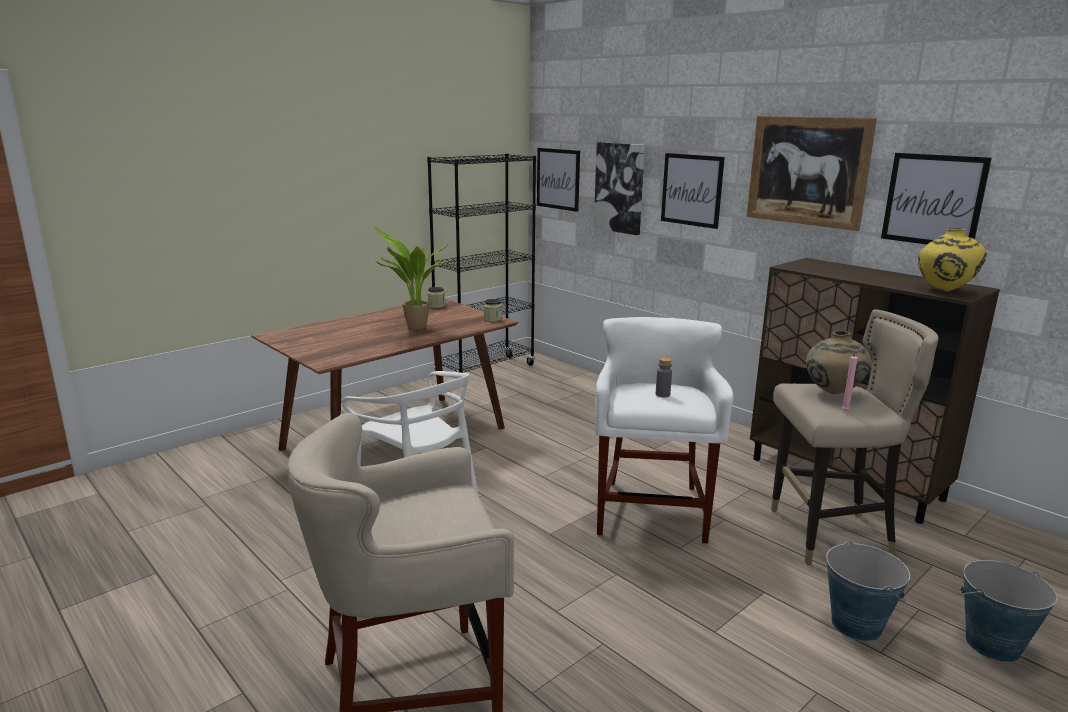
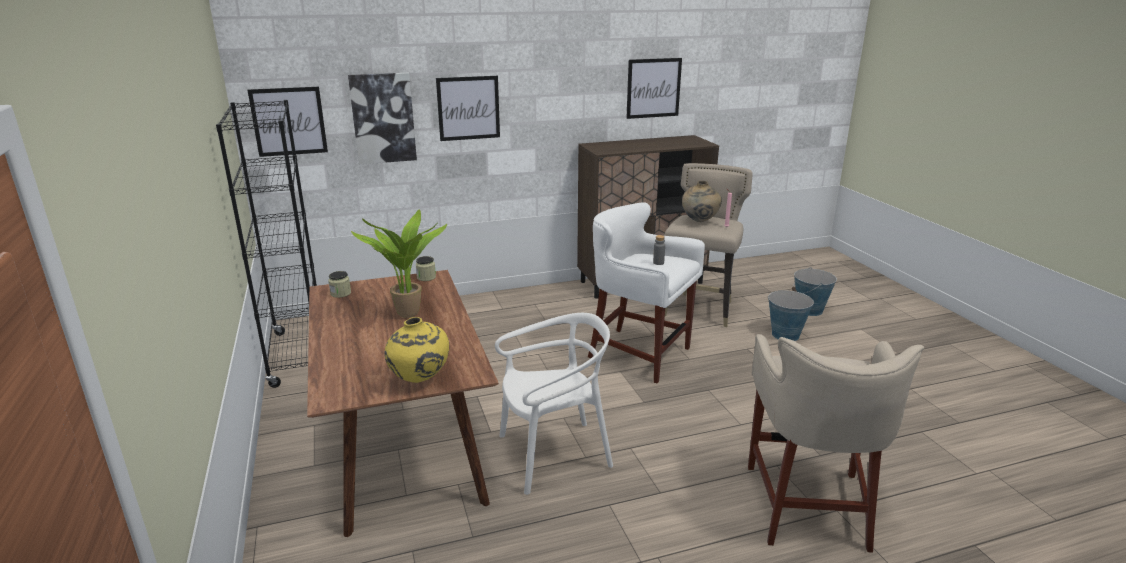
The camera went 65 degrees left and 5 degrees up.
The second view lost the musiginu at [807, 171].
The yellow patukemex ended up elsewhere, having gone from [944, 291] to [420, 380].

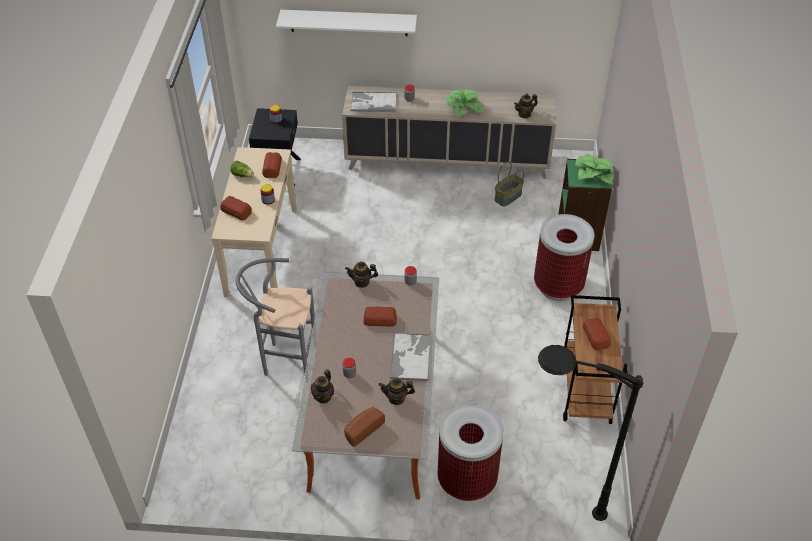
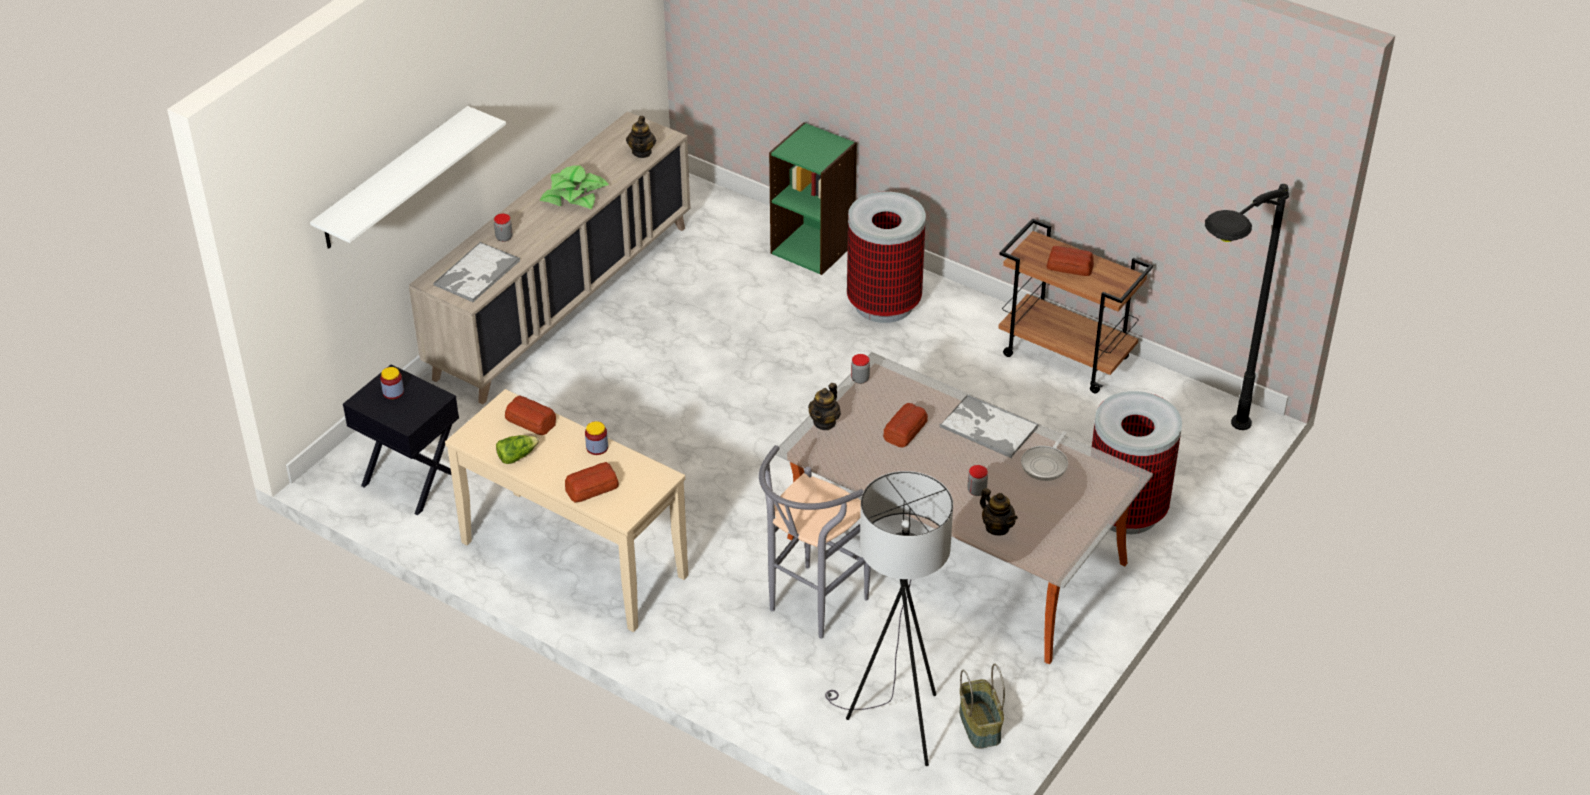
The camera went 60 degrees left and 5 degrees down.
The second view lost the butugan at [594, 172].
The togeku ended up elsewhere, having gone from [508, 197] to [980, 725].
Where the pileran stood at [396, 398], the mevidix came to stand at [1045, 464].
The second view lost the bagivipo at [362, 429].
The second view gained the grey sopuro at [894, 726].

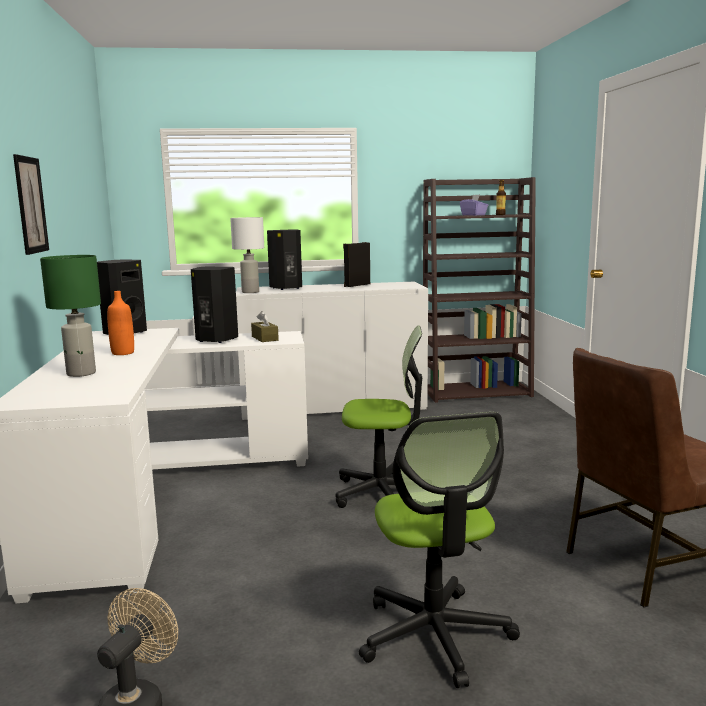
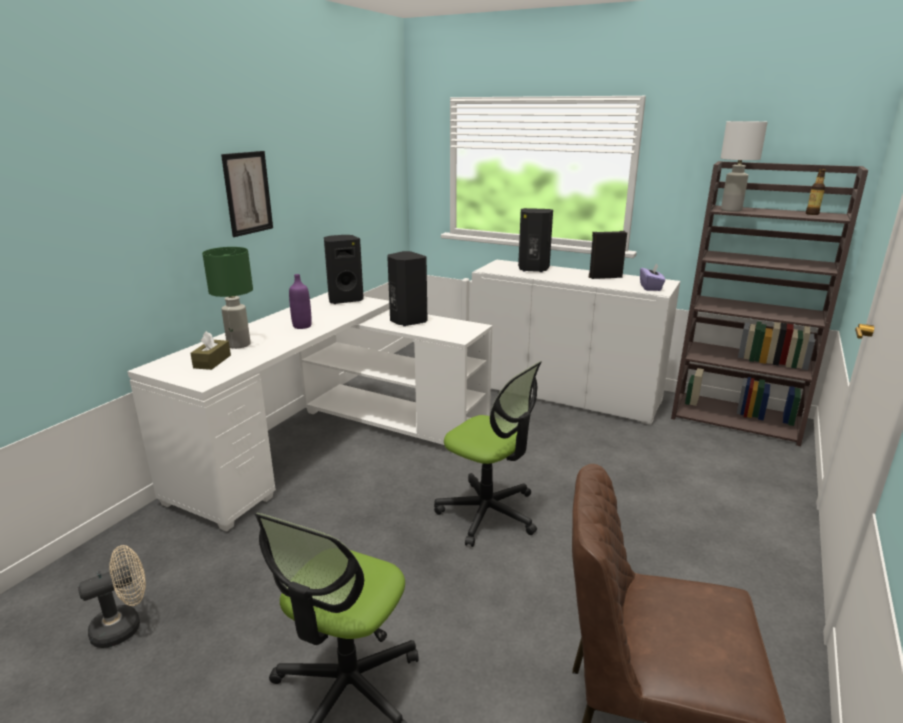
The camera went 35 degrees right and 10 degrees up.
The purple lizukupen ended up elsewhere, having gone from [473, 215] to [650, 287].
The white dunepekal ended up elsewhere, having gone from [250, 292] to [730, 210].
What was the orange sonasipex at [123, 353] turned into the purple sonasipex at [302, 326].
The brown lizukupen ended up elsewhere, having gone from [265, 338] to [212, 361].

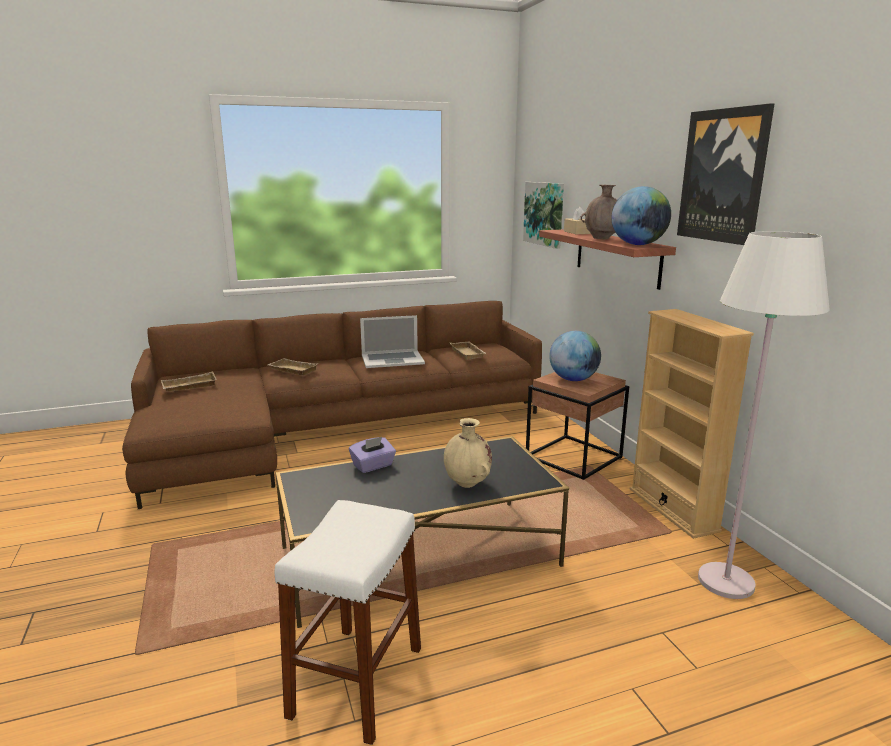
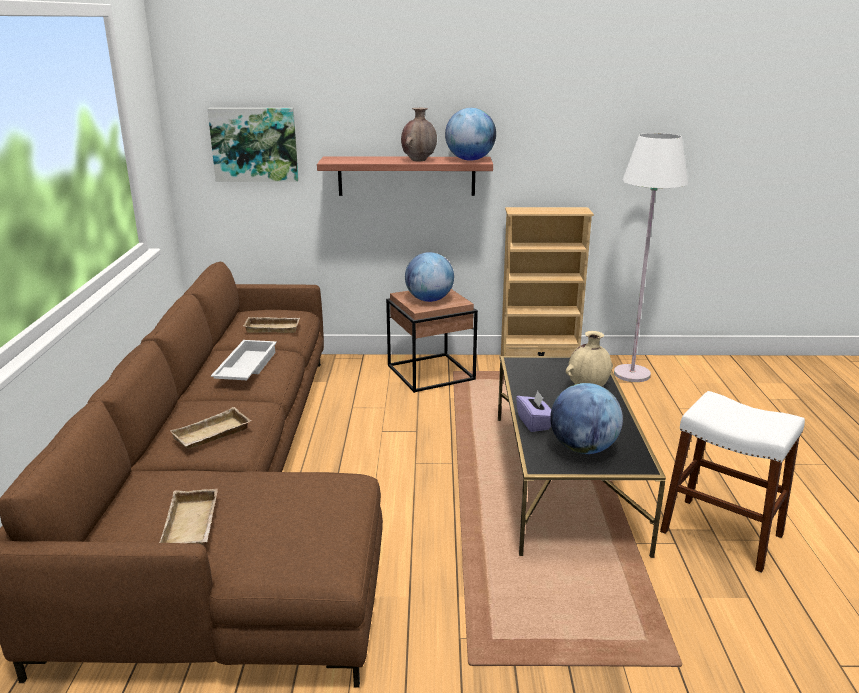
The camera went 70 degrees left and 5 degrees up.
The second view lost the musiginu at [723, 176].
The second view lost the beige lizukupen at [576, 232].
Where the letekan stood at [392, 359], the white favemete came to stand at [245, 368].
The second view gained the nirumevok at [583, 448].

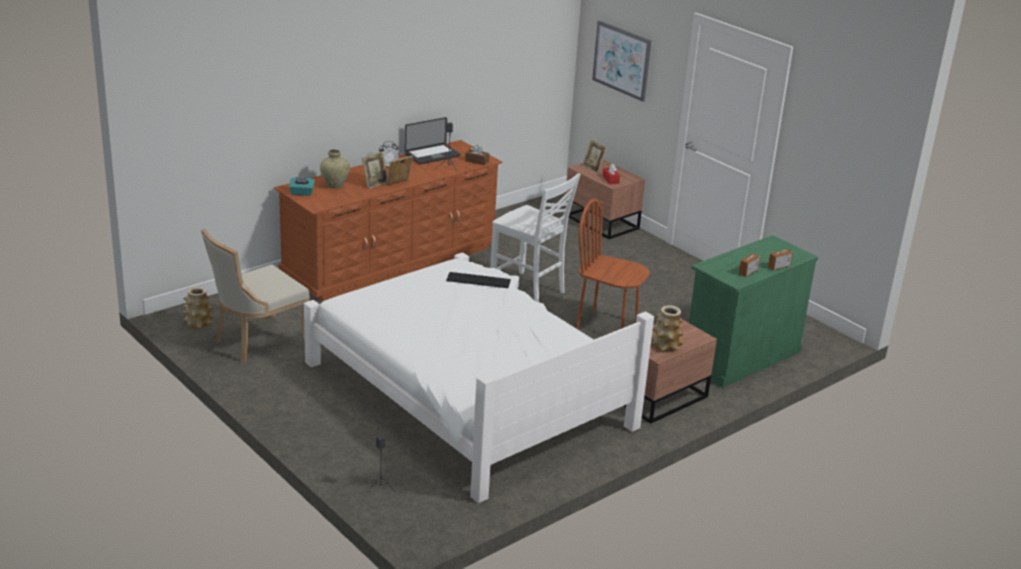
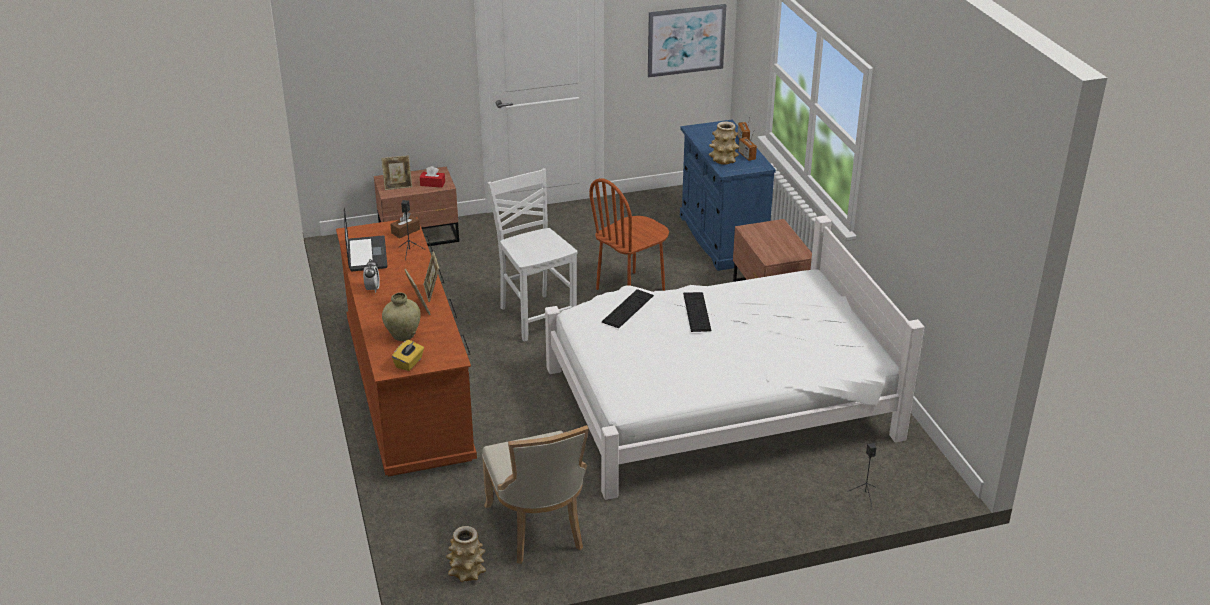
The camera went 65 degrees left and 5 degrees up.
The musiginu ended up elsewhere, having gone from [622, 60] to [686, 40].
The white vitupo at [528, 291] ended up facing another way, 90 degrees counterclockwise from before.
What was the turquoise lizukupen at [302, 193] turned into the yellow lizukupen at [409, 363].
What was the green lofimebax at [740, 357] turned into the blue lofimebax at [722, 239].
The patukemex ended up elsewhere, having gone from [665, 346] to [723, 160].
The second view gained the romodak at [697, 312].

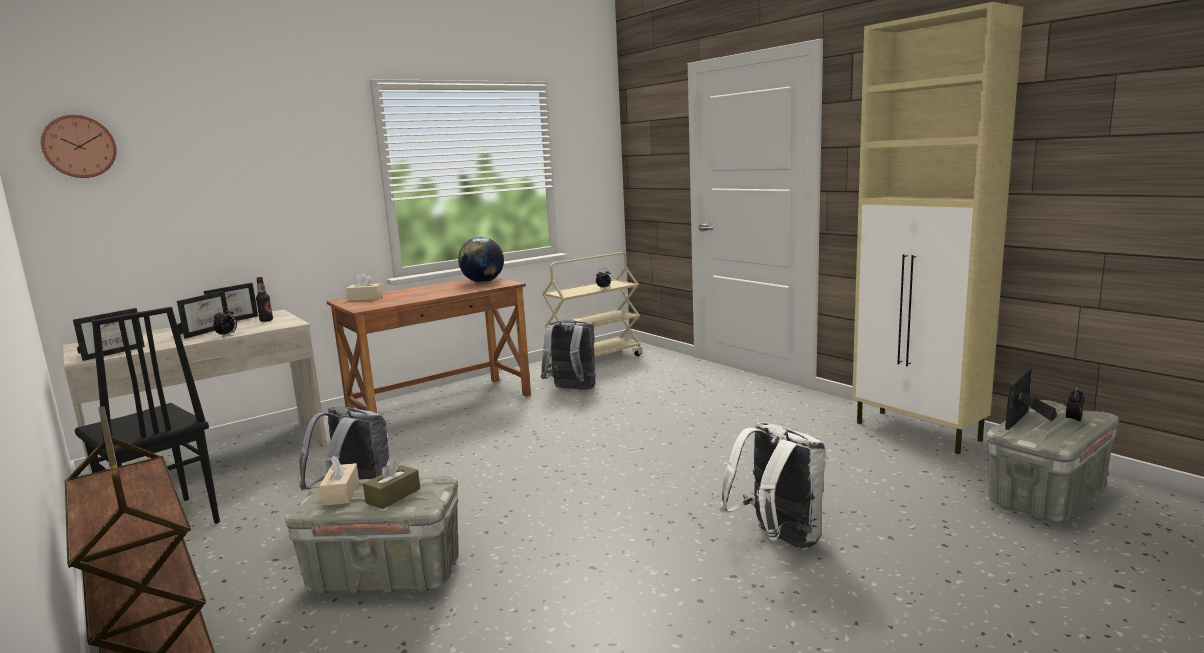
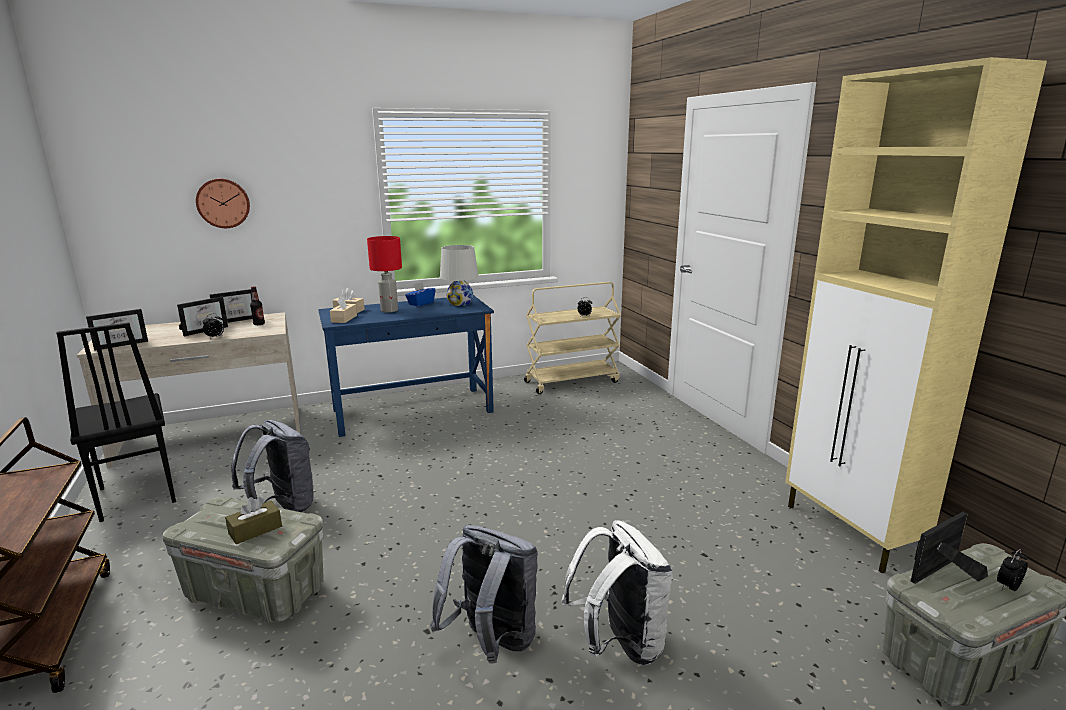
The camera went 15 degrees right and 5 degrees up.
The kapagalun ended up elsewhere, having gone from [79, 146] to [223, 203].
Where the nirumevok stood at [483, 282], the white dunepekal came to stand at [460, 303].
What was the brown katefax at [441, 406] turned into the blue katefax at [413, 411].
The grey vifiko ended up elsewhere, having gone from [572, 390] to [492, 643].
The beige lizukupen ended up elsewhere, having gone from [341, 493] to [344, 319].
The second view gained the red dunepekal at [390, 310].
The second view gained the blue lizukupen at [421, 303].

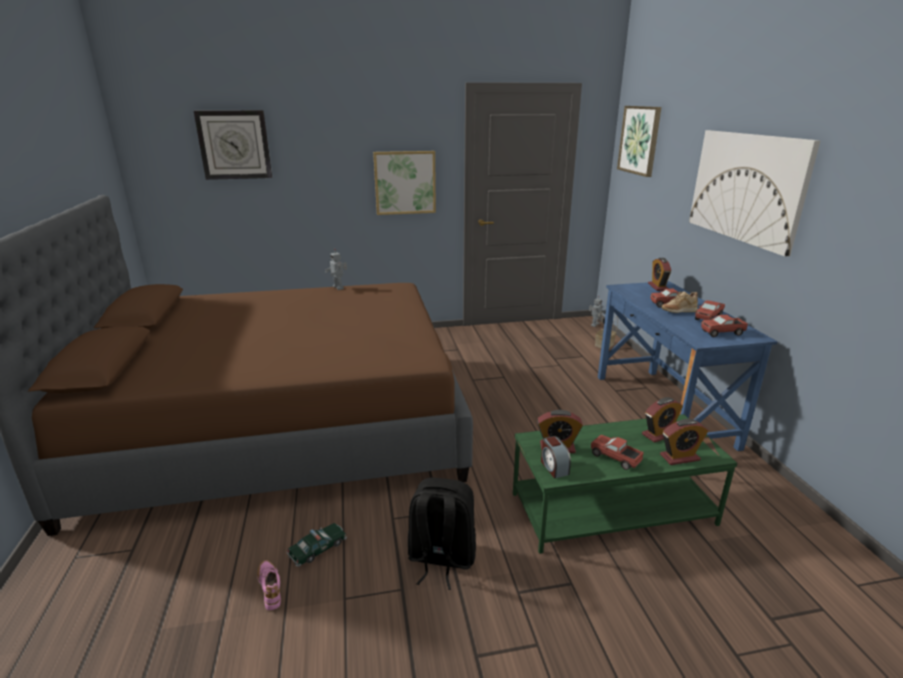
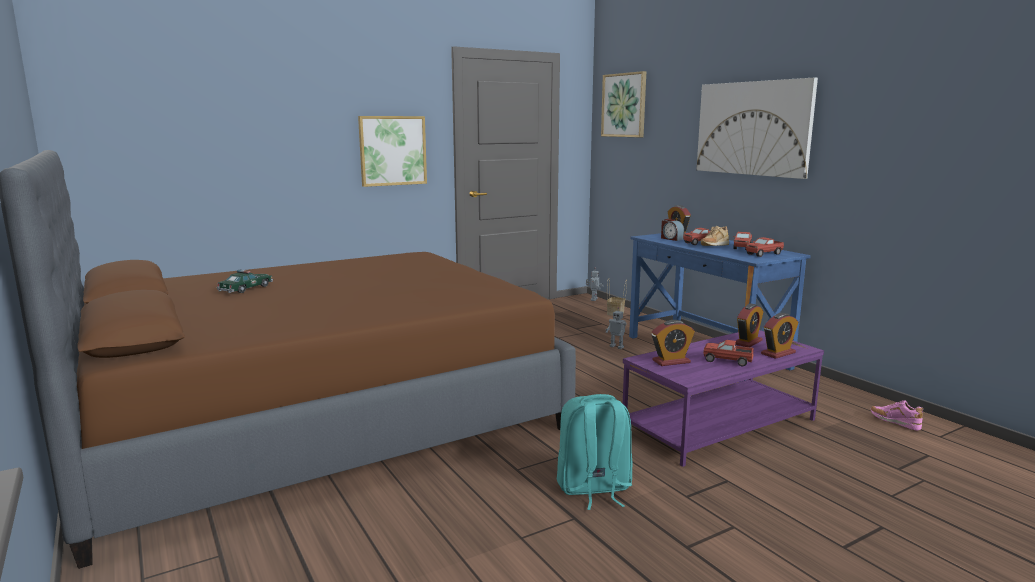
The camera went 20 degrees left and 10 degrees down.
The second view lost the kapagalun at [234, 145].
The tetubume ended up elsewhere, having gone from [339, 287] to [617, 347].
What was the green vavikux at [612, 508] turned into the purple vavikux at [719, 424].
The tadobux ended up elsewhere, having gone from [554, 467] to [671, 238].
What was the black vifiko at [441, 559] turned into the turquoise vifiko at [593, 489].
The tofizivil ended up elsewhere, having gone from [318, 549] to [246, 289].
The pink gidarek ended up elsewhere, having gone from [271, 589] to [894, 423].

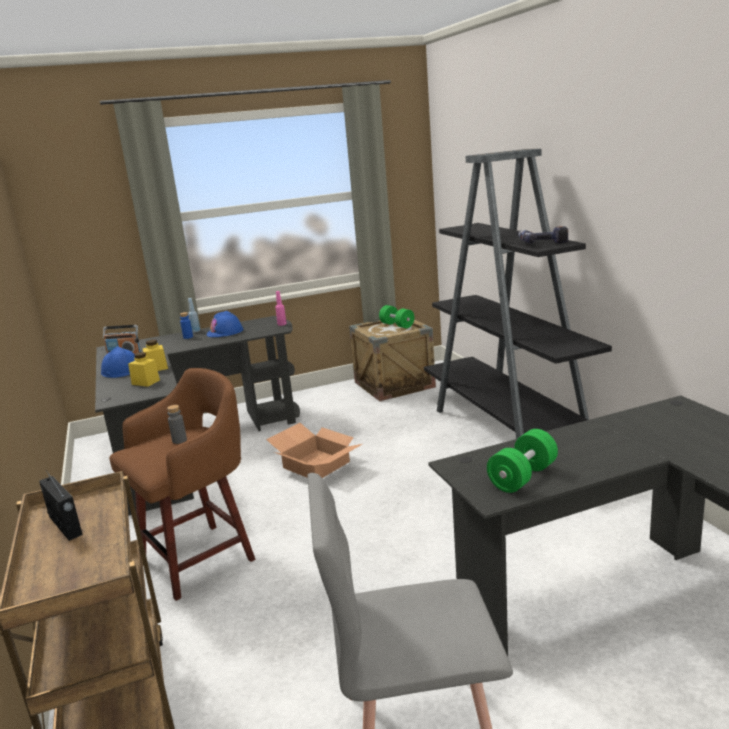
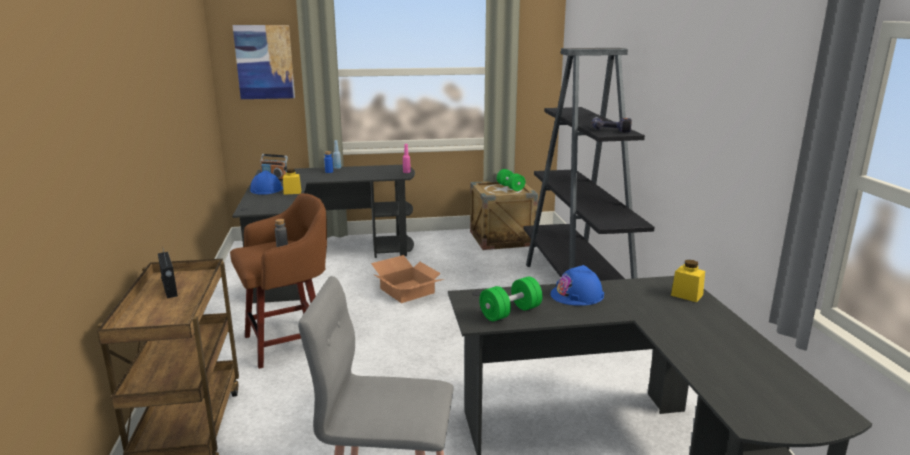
The camera went 10 degrees right and 0 degrees up.
The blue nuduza ended up elsewhere, having gone from [225, 332] to [577, 295].
The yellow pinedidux ended up elsewhere, having gone from [145, 382] to [686, 295].
The second view gained the musiginu at [264, 62].

